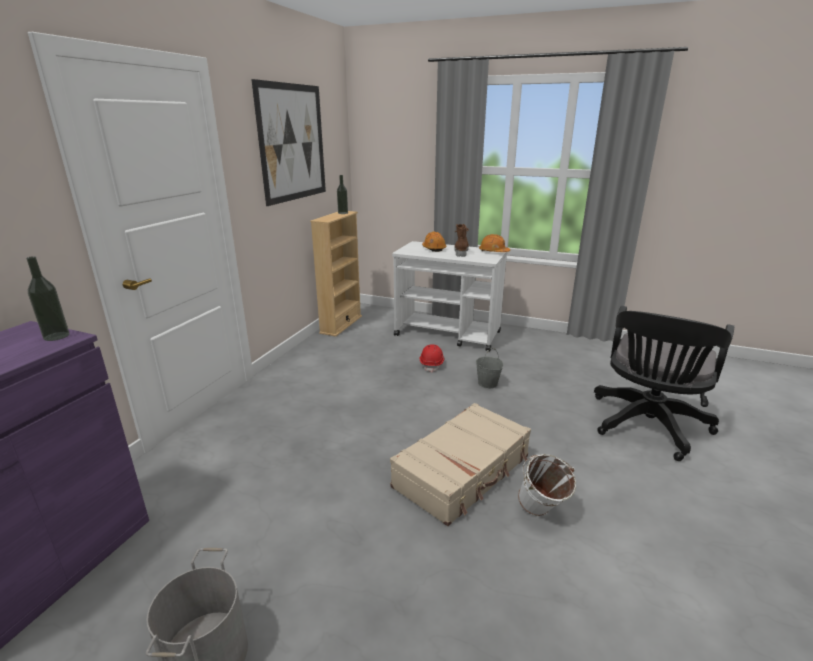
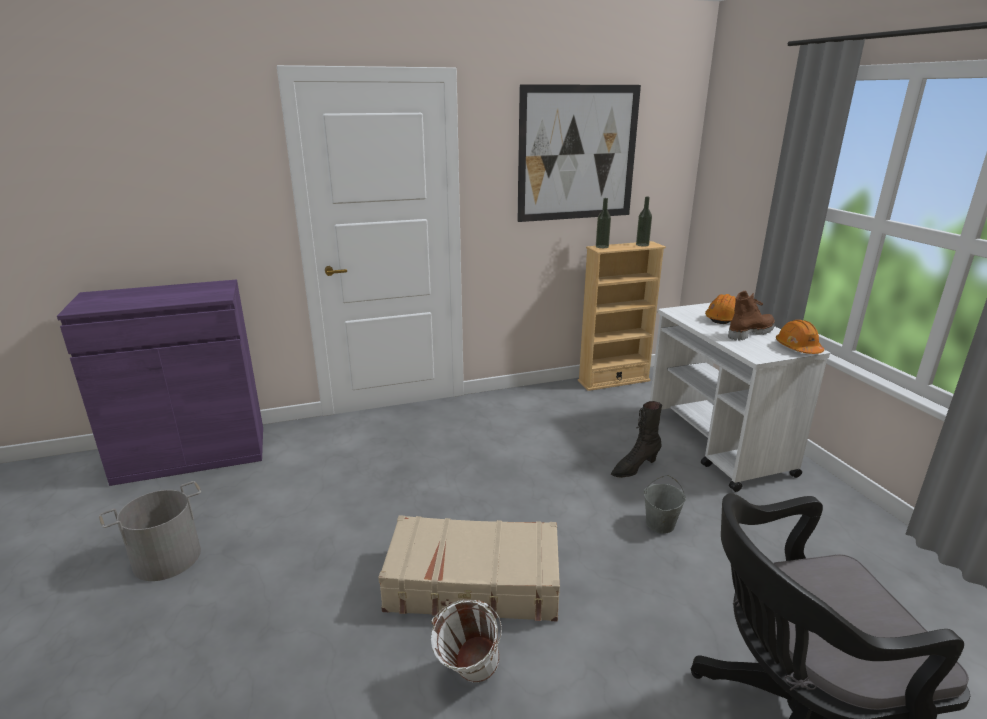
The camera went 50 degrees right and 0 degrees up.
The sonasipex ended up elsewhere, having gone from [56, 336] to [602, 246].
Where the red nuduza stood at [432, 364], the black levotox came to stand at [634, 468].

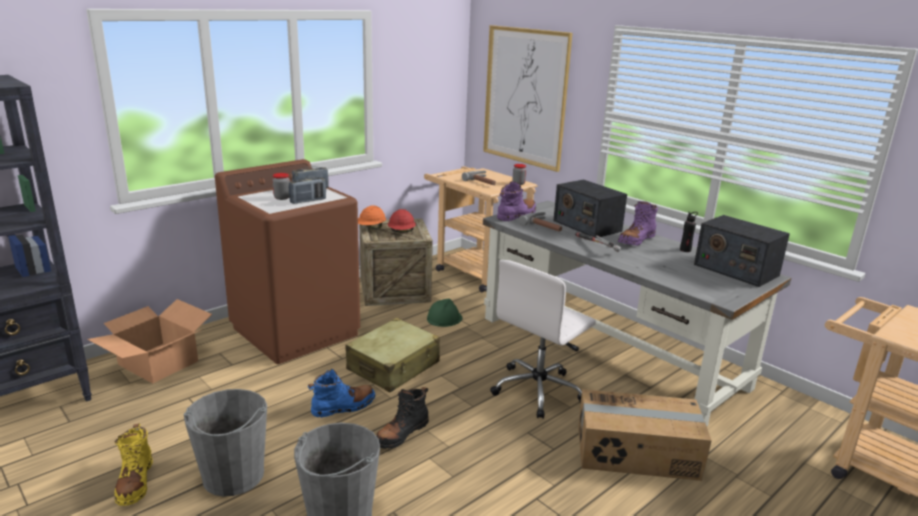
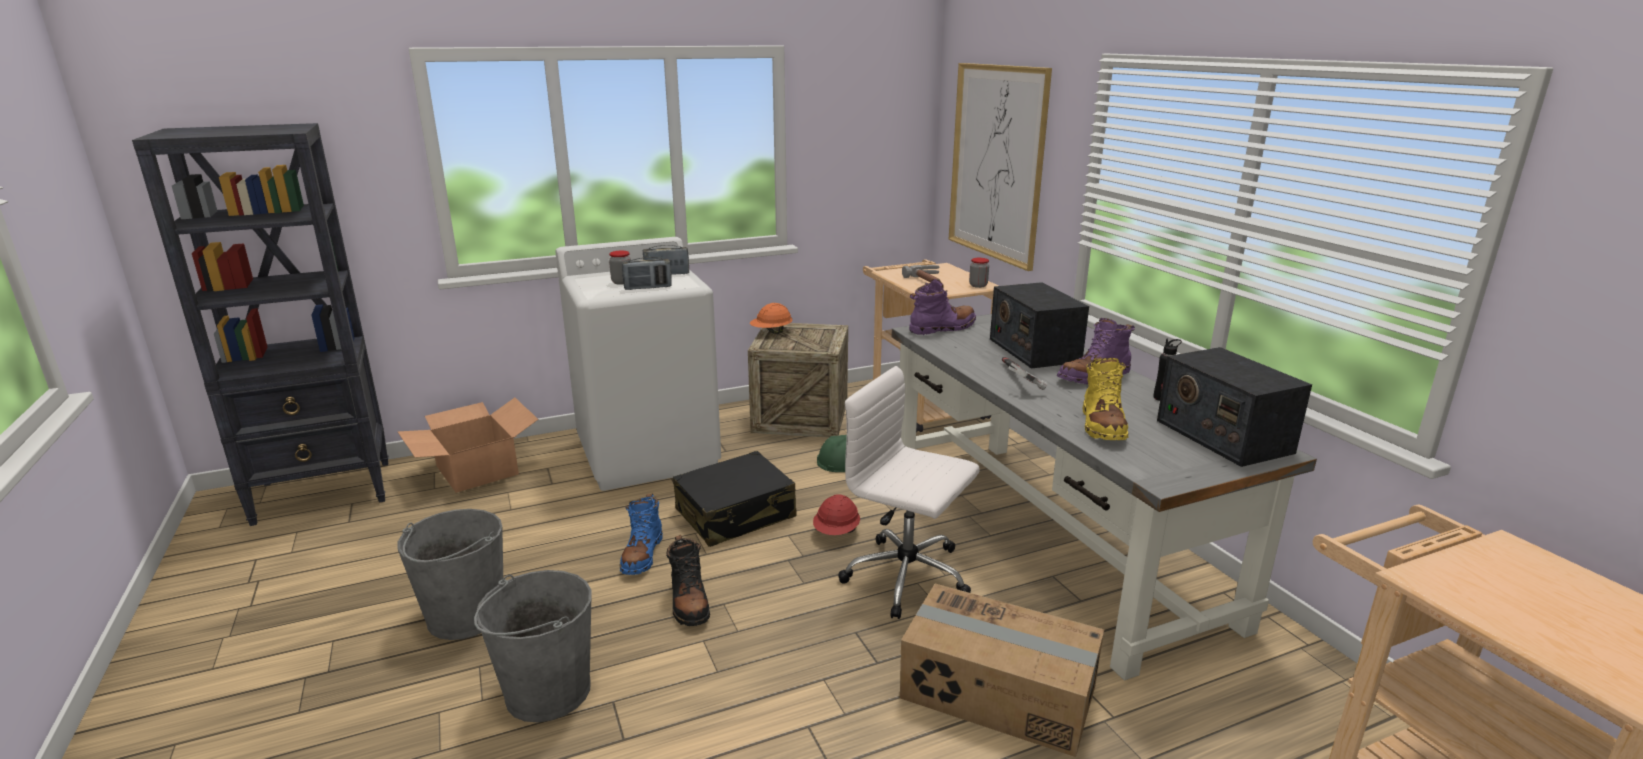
The camera went 20 degrees right and 0 degrees up.
What was the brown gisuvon at [296, 331] turned into the white gisuvon at [649, 453].
The red nuduza ended up elsewhere, having gone from [401, 232] to [836, 532].
The second view lost the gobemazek at [545, 226].
The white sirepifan at [539, 390] ended up facing another way, 60 degrees clockwise from before.
What was the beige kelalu at [393, 366] turned into the black kelalu at [736, 514].
The blue levotox at [343, 407] ended up facing another way, 105 degrees clockwise from before.
The black levotox at [401, 434] ended up facing another way, 75 degrees counterclockwise from before.
The yellow levotox ended up elsewhere, having gone from [135, 482] to [1102, 425].

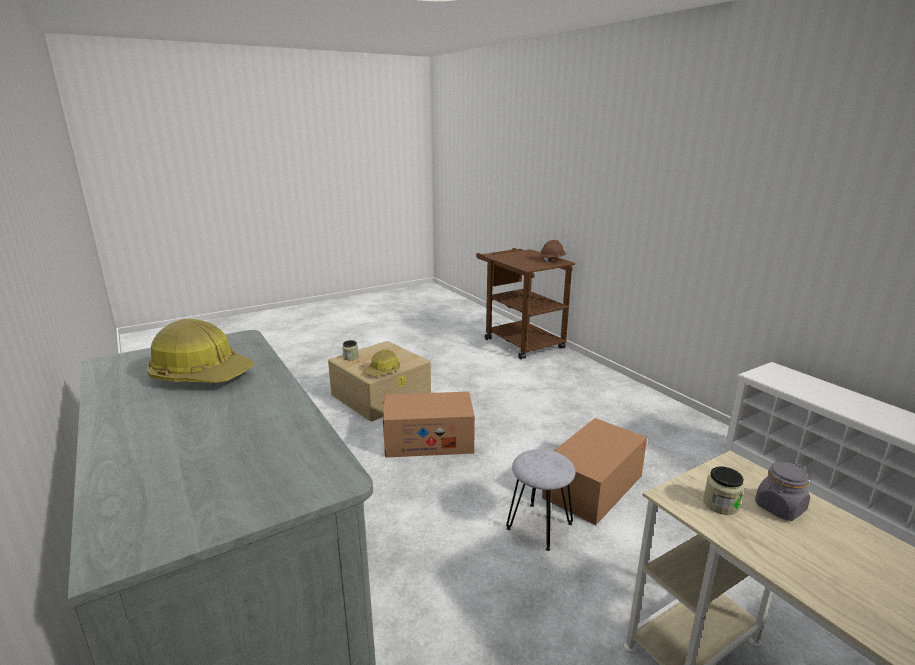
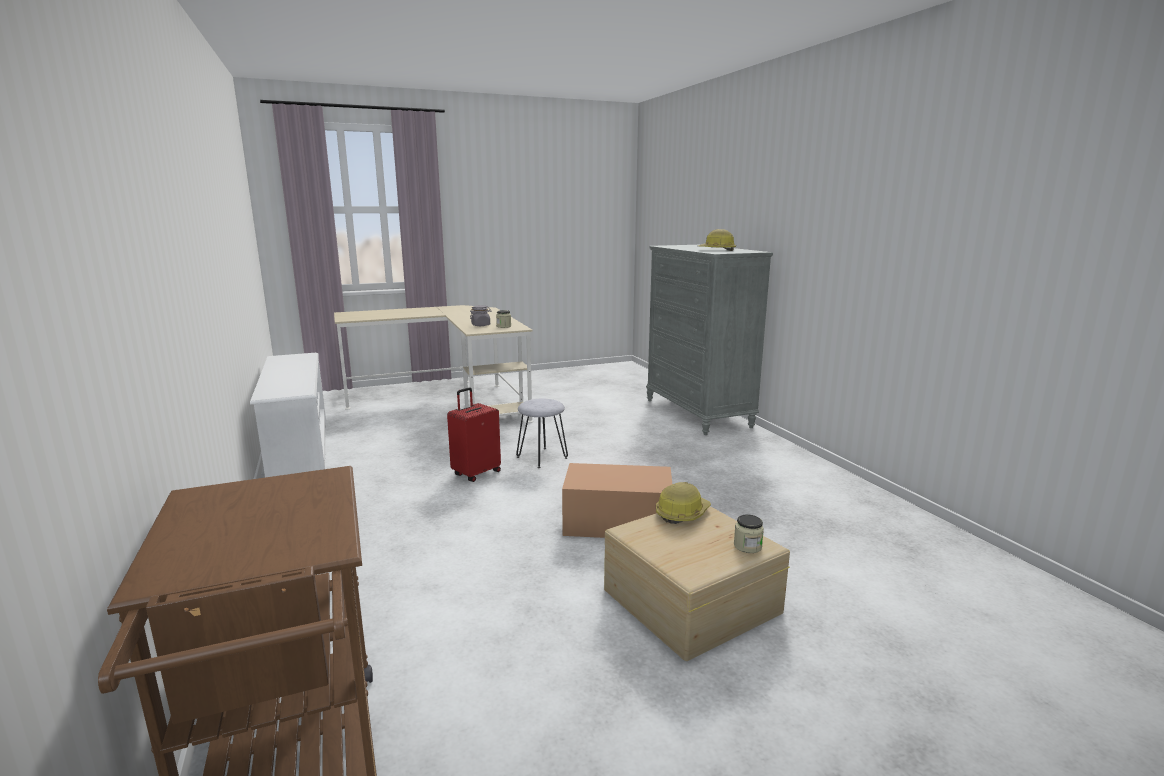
The camera went 170 degrees left and 5 degrees down.
The second view lost the brown nuduza at [552, 260].
Where the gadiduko stood at [593, 486], the red kelalu came to stand at [476, 473].

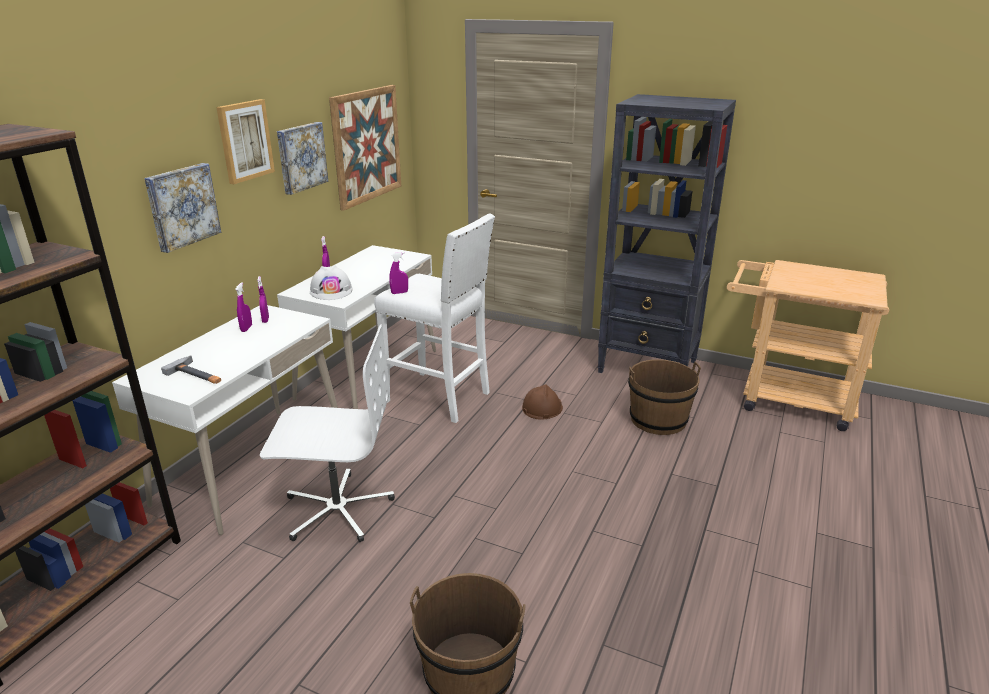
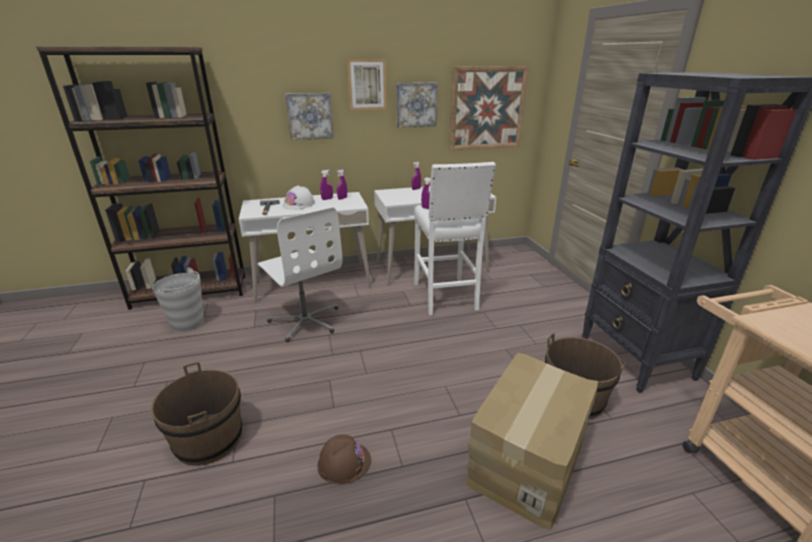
The camera went 50 degrees right and 0 degrees up.
The white nuduza ended up elsewhere, having gone from [331, 291] to [299, 204].
The brown nuduza ended up elsewhere, having gone from [542, 408] to [344, 462].
The second view gained the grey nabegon at [188, 323].
The second view gained the gadiduko at [525, 459].

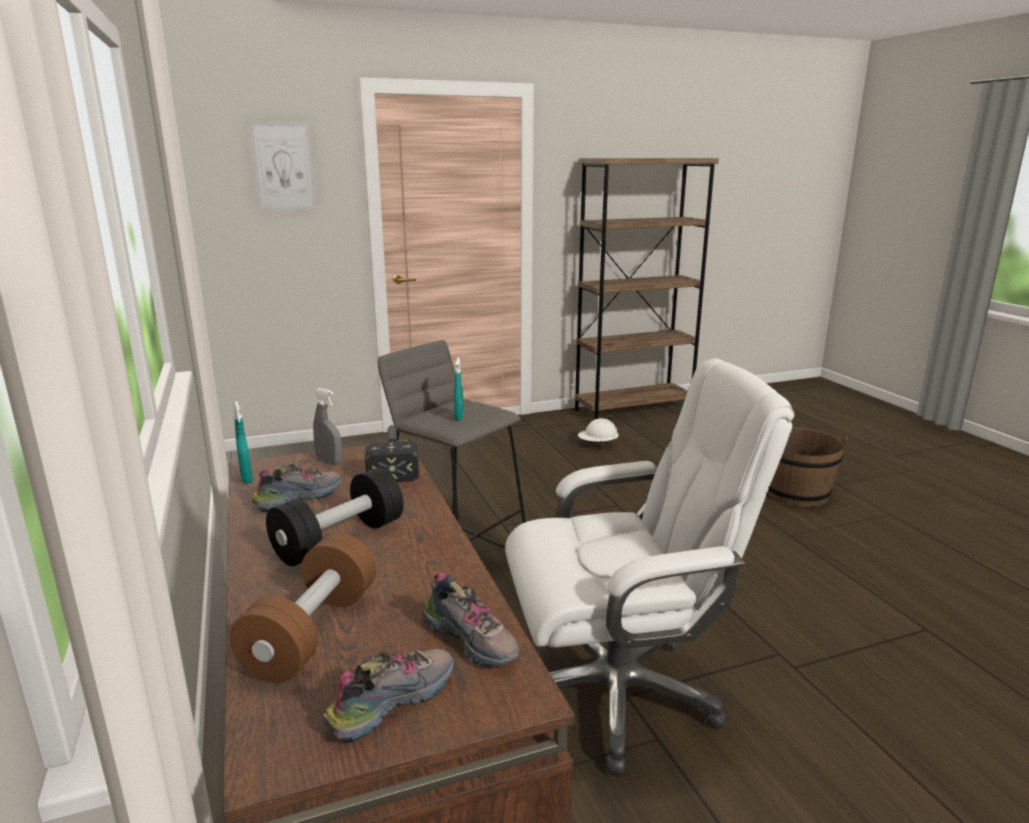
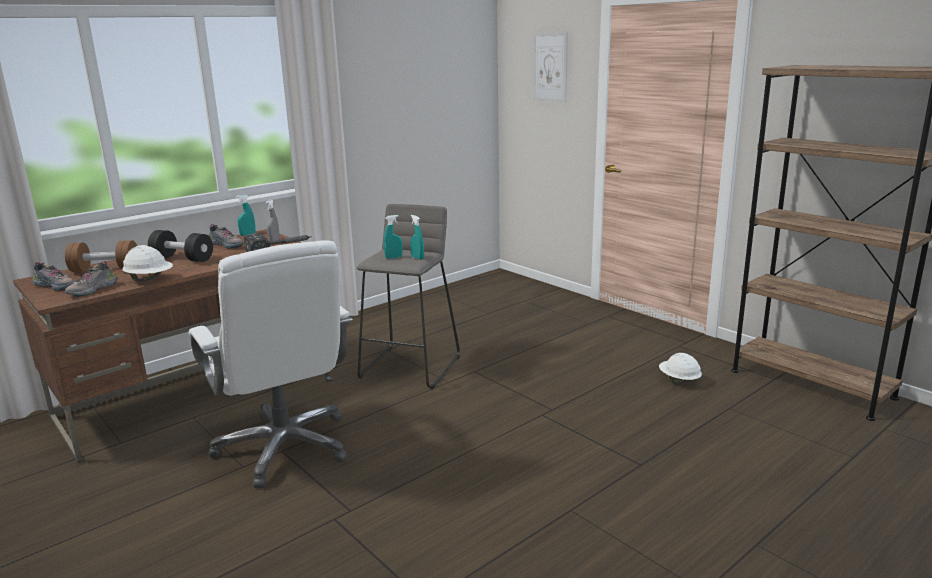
The camera went 70 degrees right and 0 degrees up.
The second view lost the brown nabegon at [795, 493].
The second view gained the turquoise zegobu at [417, 258].
The second view gained the white nuduza at [150, 279].

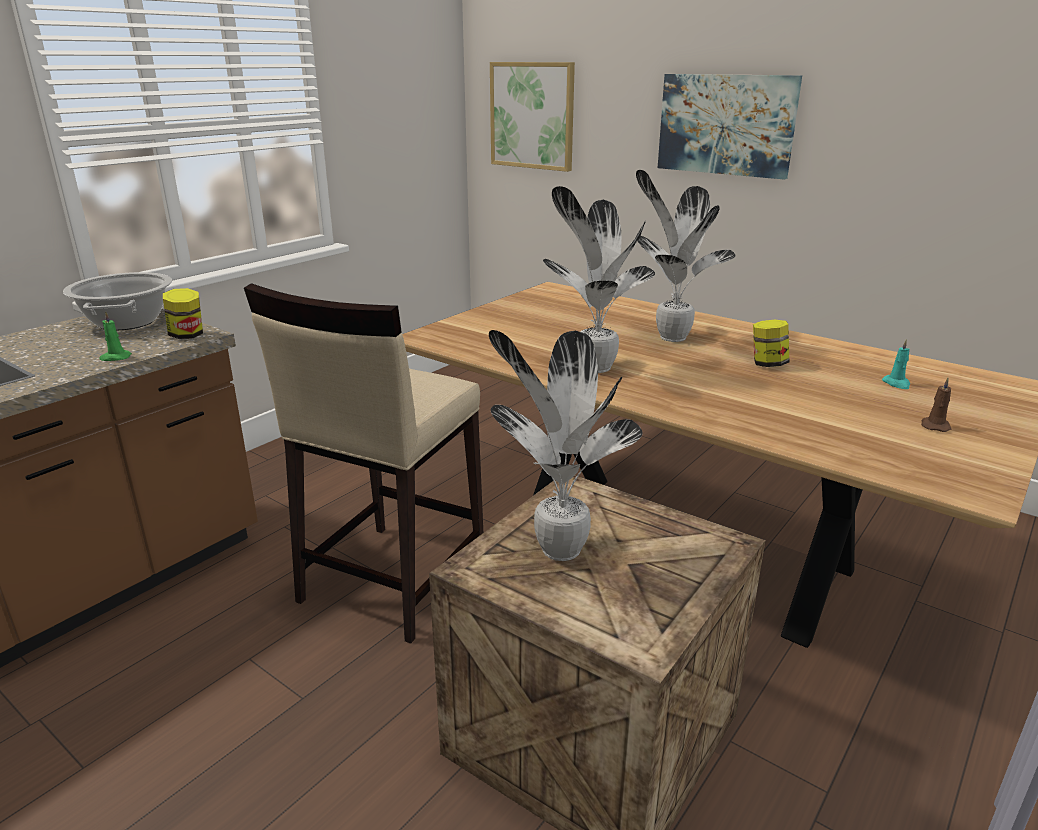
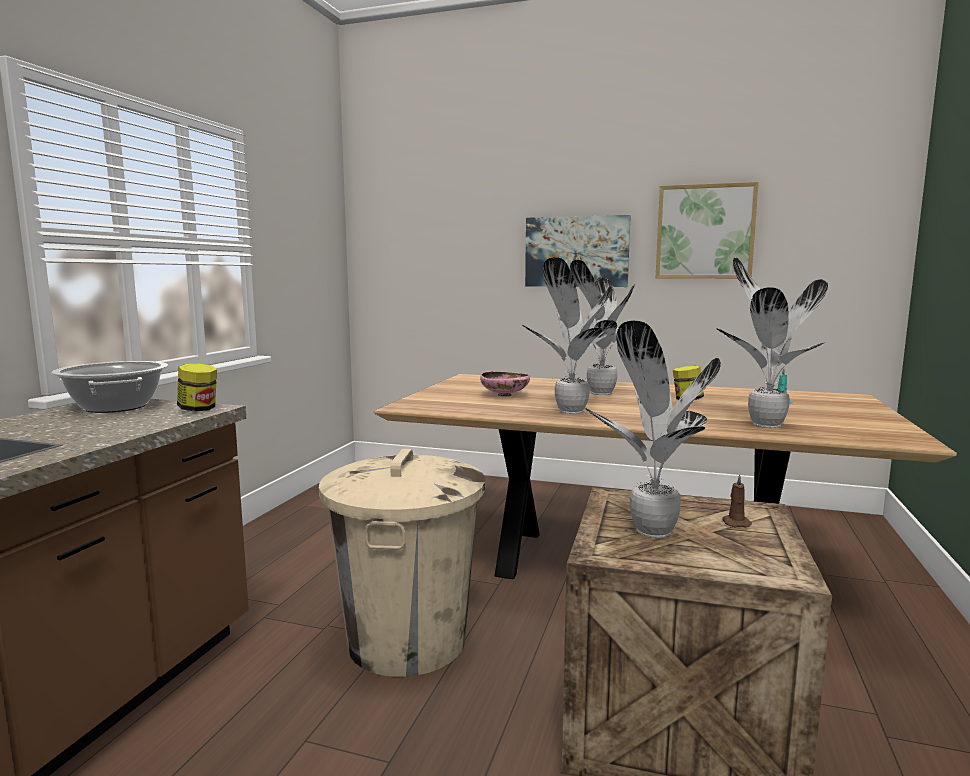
The camera went 20 degrees left and 15 degrees down.
The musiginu ended up elsewhere, having gone from [532, 116] to [705, 232].
Where the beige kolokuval stood at [391, 580], the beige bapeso came to stand at [406, 640].
The second view lost the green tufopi at [115, 358].
The brown tufopi ended up elsewhere, having gone from [934, 426] to [735, 523].
The second view gained the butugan at [763, 424].
The second view gained the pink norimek at [505, 395].

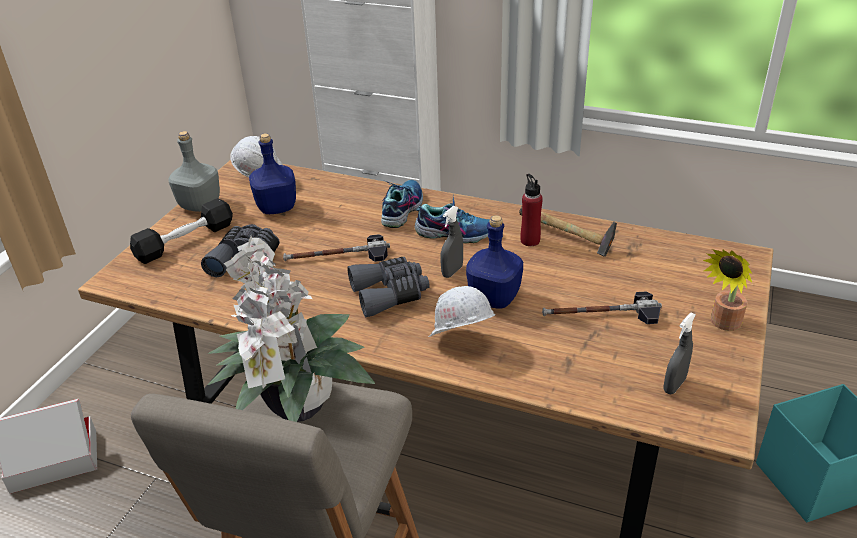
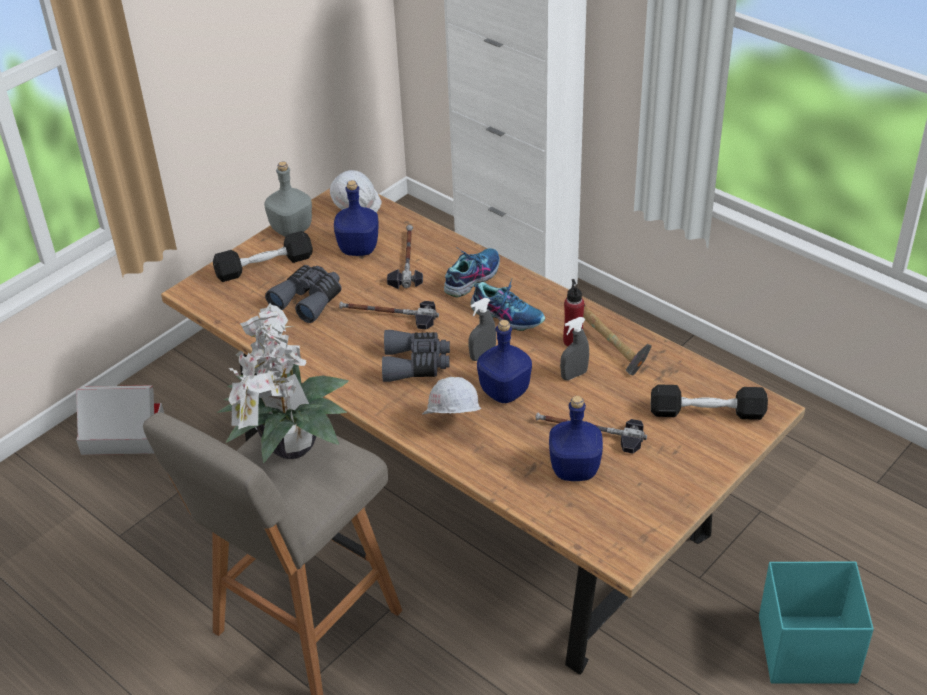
The camera went 20 degrees right and 5 degrees up.
The second view lost the butugan at [722, 324].
The grey zegobu ended up elsewhere, having gone from [674, 385] to [574, 375].
The second view gained the gobemazek at [406, 260].
The second view gained the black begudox at [707, 412].
The second view gained the blue sonasipex at [575, 469].

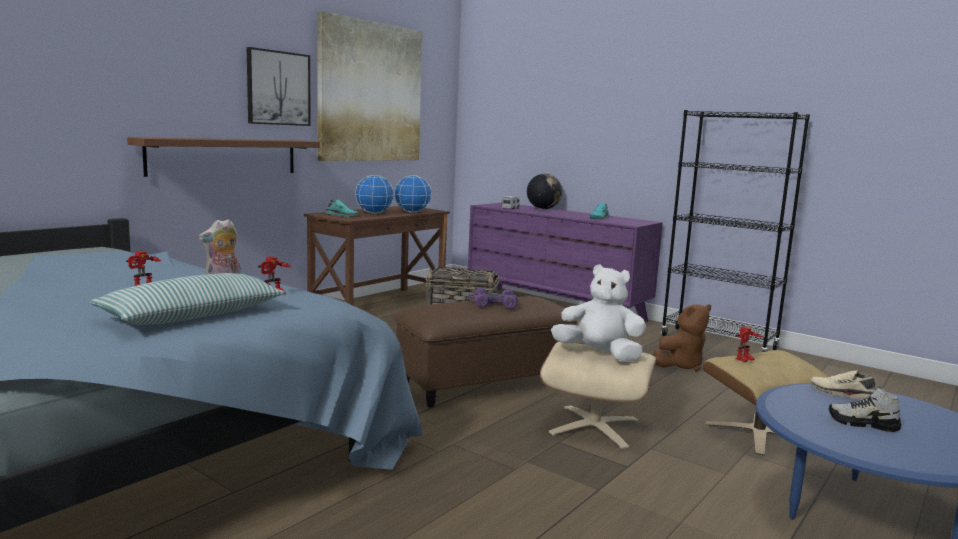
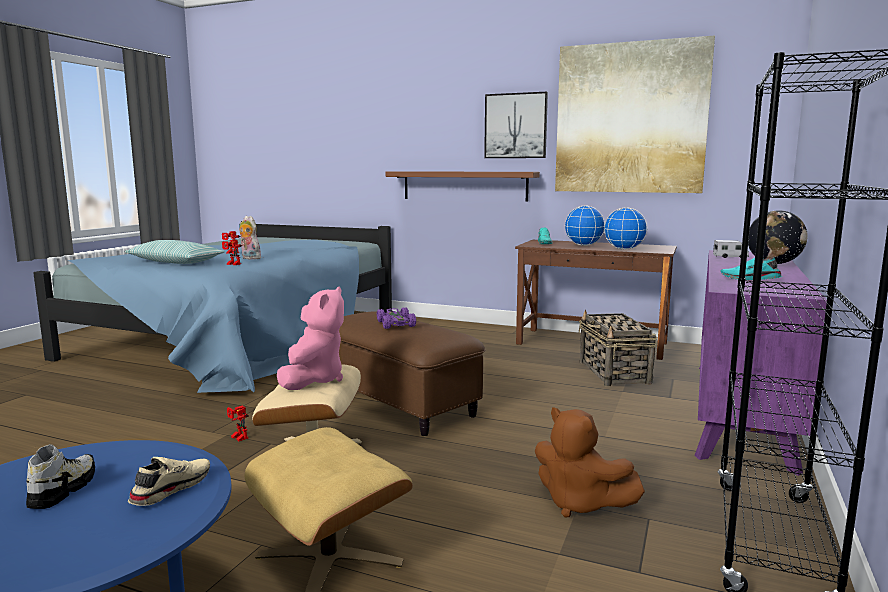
The camera went 75 degrees right and 0 degrees up.
What was the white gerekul at [599, 354] turned into the pink gerekul at [313, 380].
The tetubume ended up elsewhere, having gone from [746, 360] to [237, 438].

